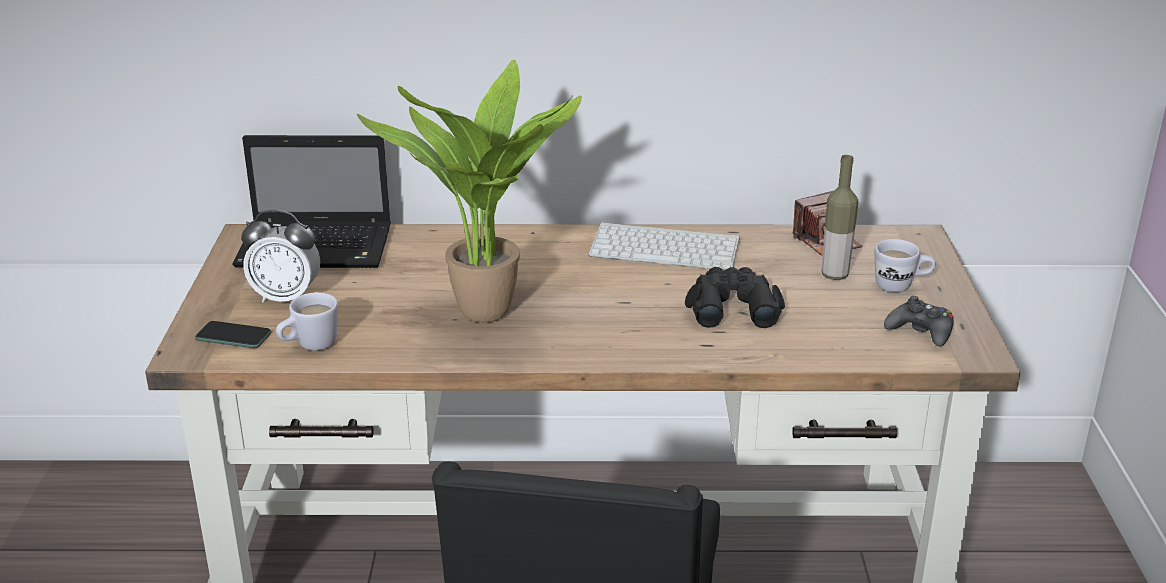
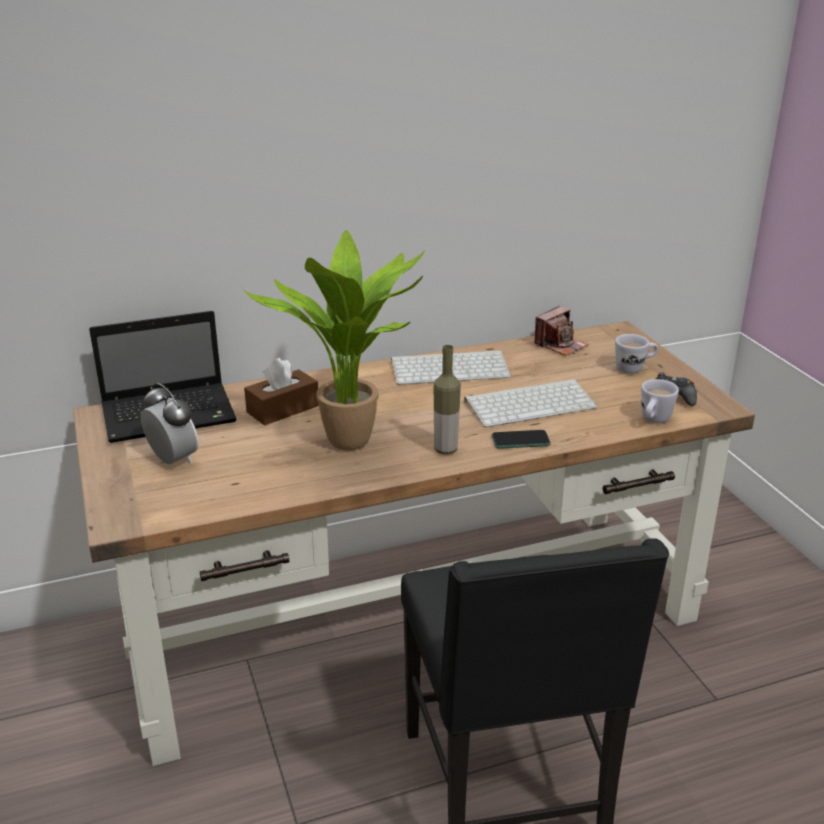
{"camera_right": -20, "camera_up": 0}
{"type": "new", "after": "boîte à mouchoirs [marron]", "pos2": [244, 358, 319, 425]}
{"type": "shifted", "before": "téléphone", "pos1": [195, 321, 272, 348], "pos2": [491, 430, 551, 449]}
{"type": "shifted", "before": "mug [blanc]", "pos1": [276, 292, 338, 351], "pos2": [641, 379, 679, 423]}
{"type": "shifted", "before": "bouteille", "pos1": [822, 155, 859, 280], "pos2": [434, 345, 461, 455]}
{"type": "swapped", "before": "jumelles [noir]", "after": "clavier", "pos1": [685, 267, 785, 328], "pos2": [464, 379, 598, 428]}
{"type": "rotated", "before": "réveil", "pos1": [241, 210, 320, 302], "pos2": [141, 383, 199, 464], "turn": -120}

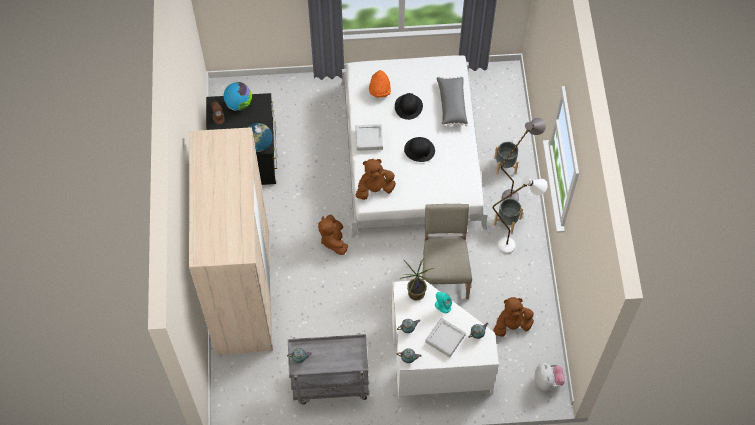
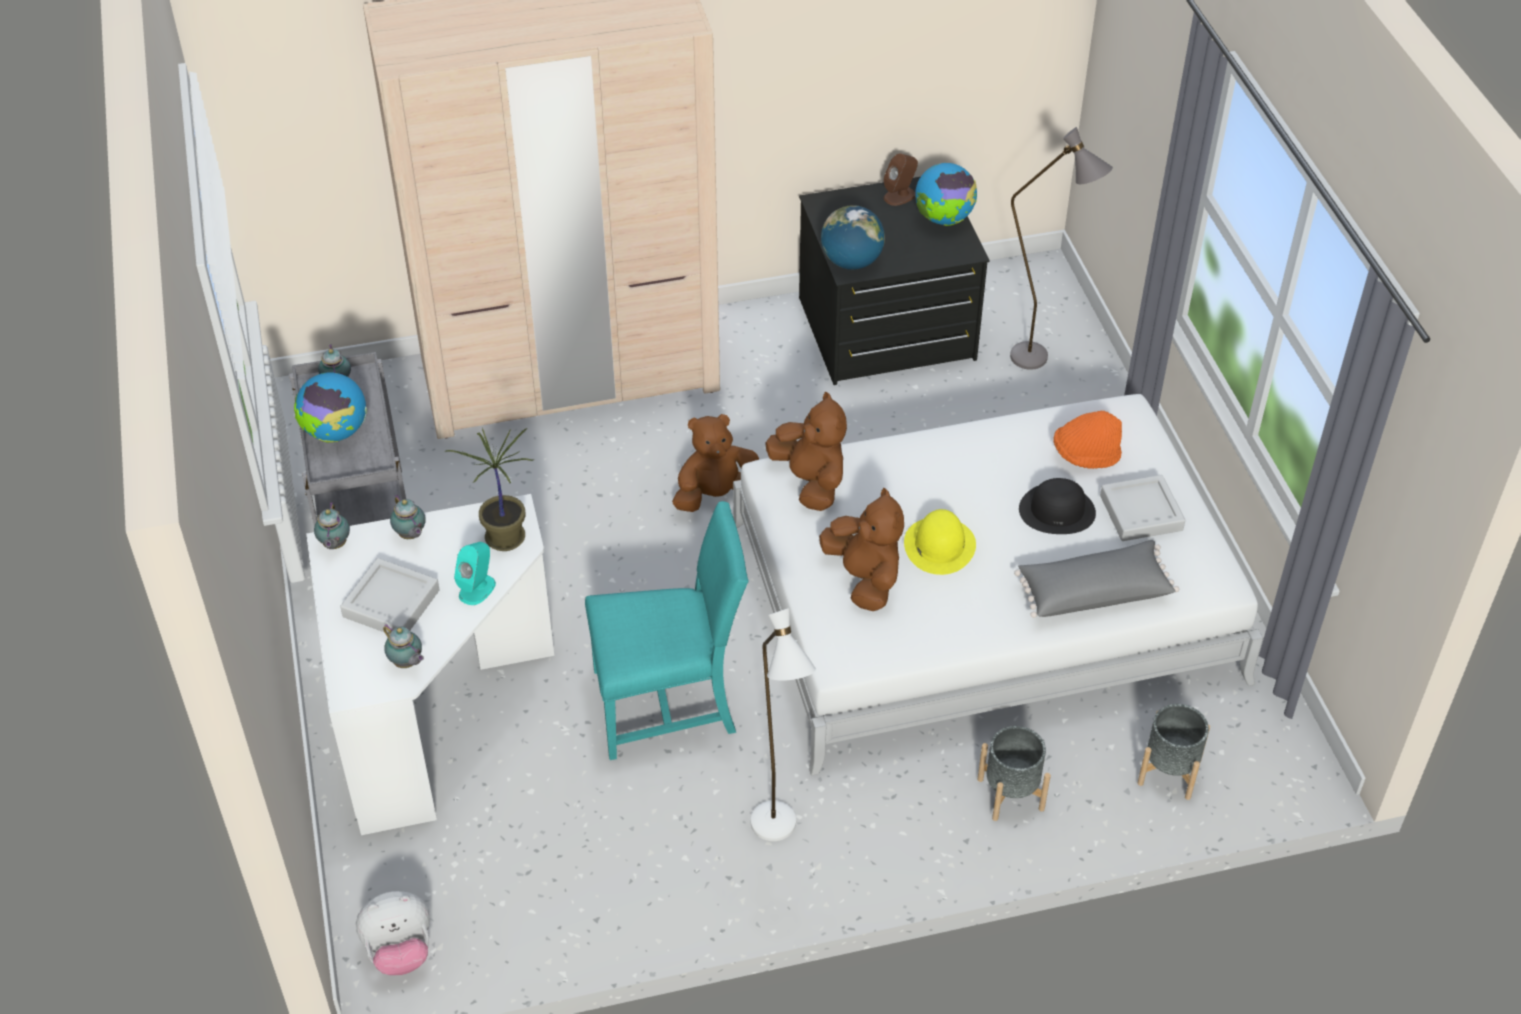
{"camera_right": 80, "camera_up": -15}
{"type": "new", "after": "globe", "pos2": [294, 372, 367, 442]}
{"type": "shifted", "before": "plateau [gris]", "pos1": [356, 124, 383, 151], "pos2": [1100, 475, 1185, 541]}
{"type": "shifted", "before": "peluche [marron]", "pos1": [493, 297, 534, 337], "pos2": [819, 488, 904, 611]}
{"type": "shifted", "before": "cache-pot [gris]", "pos1": [494, 198, 523, 234], "pos2": [1138, 704, 1210, 800]}
{"type": "shifted", "before": "lampadaire [gris]", "pos1": [501, 118, 546, 201], "pos2": [1010, 127, 1113, 370]}
{"type": "repainted", "before": "chapeau [noir]", "after": "chapeau [jaune]", "pos1": [404, 137, 435, 162], "pos2": [904, 509, 976, 575]}
{"type": "repainted", "before": "chaise [beige]", "after": "chaise [turquoise]", "pos1": [422, 204, 472, 299], "pos2": [585, 501, 749, 760]}

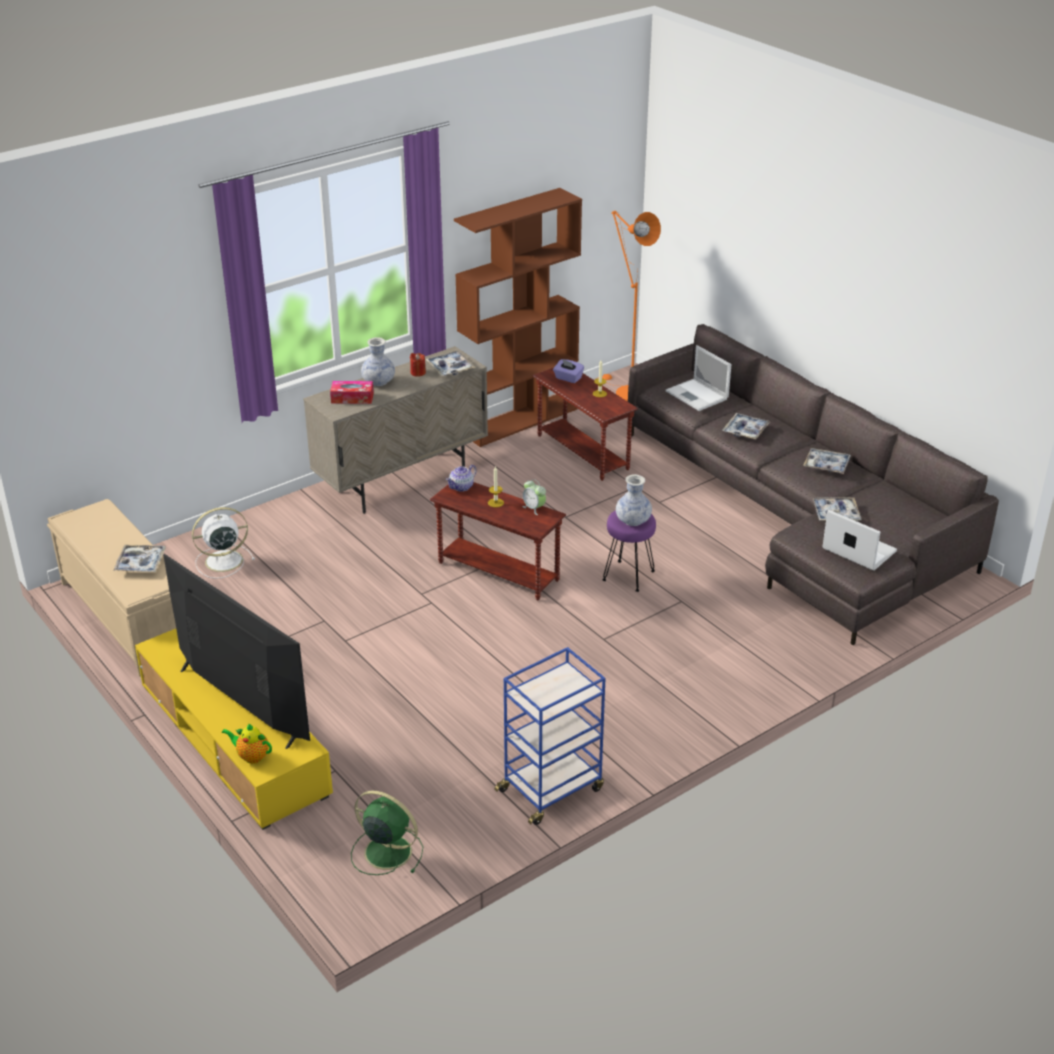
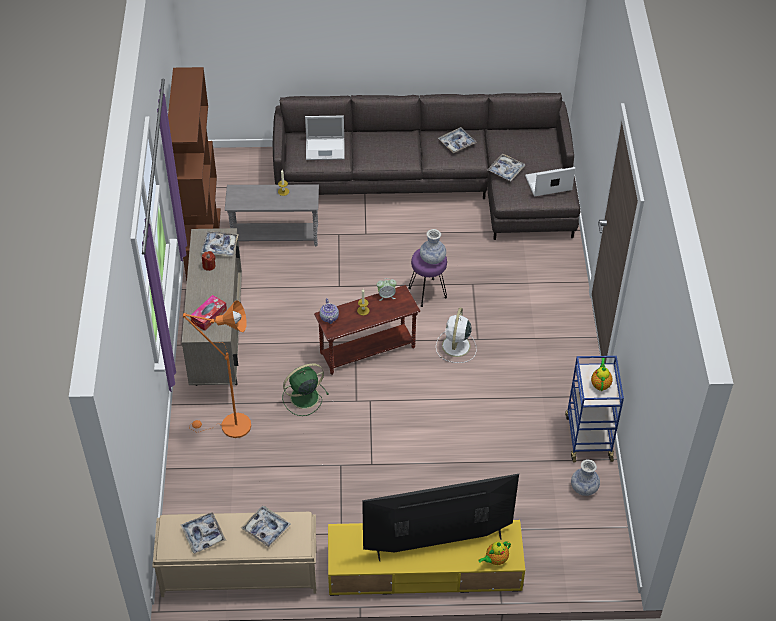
{"camera_right": -55, "camera_up": 15}
{"type": "gone", "before": "boîte à mouchoirs [violet]", "pos1": [553, 359, 584, 383]}
{"type": "new", "after": "théière", "pos2": [591, 358, 613, 391]}
{"type": "shifted", "before": "ventilateur [blanc]", "pos1": [192, 507, 255, 579], "pos2": [436, 307, 477, 363]}
{"type": "shifted", "before": "ventilateur [vert]", "pos1": [351, 791, 423, 875], "pos2": [282, 363, 329, 416]}
{"type": "shifted", "before": "vase", "pos1": [361, 337, 395, 386], "pos2": [571, 460, 600, 496]}
{"type": "shifted", "before": "lampadaire [orange]", "pos1": [598, 211, 661, 402], "pos2": [183, 300, 251, 438]}
{"type": "shifted", "before": "plateau", "pos1": [723, 413, 770, 439], "pos2": [181, 512, 226, 554]}
{"type": "repainted", "before": "table d'appoint [marron]", "after": "table d'appoint [gris]", "pos1": [533, 368, 638, 481], "pos2": [225, 185, 319, 246]}

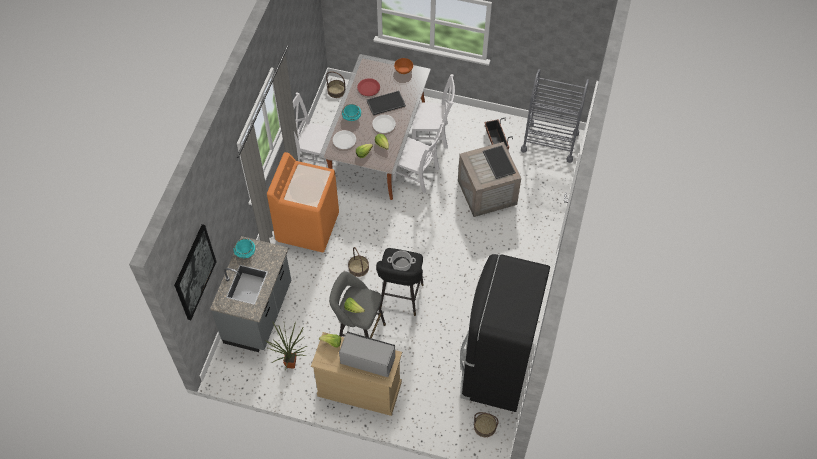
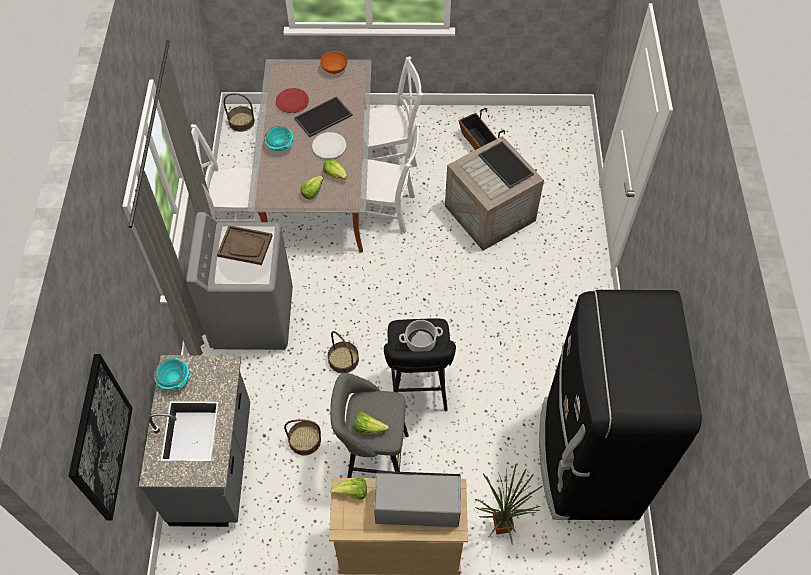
{"camera_right": -15, "camera_up": 0}
{"type": "gone", "before": "assiette [blanc]", "pos1": [333, 130, 356, 149]}
{"type": "gone", "before": "chariot [gris]", "pos1": [521, 69, 589, 163]}
{"type": "new", "after": "plateau [marron]", "pos2": [217, 225, 272, 265]}
{"type": "shifted", "before": "plante en pot", "pos1": [265, 321, 307, 371], "pos2": [475, 465, 543, 544]}
{"type": "shifted", "before": "panier", "pos1": [474, 412, 499, 437], "pos2": [284, 419, 321, 456]}
{"type": "repainted", "before": "lave-linge [orange]", "after": "lave-linge [gris]", "pos1": [267, 152, 339, 252], "pos2": [186, 212, 293, 350]}

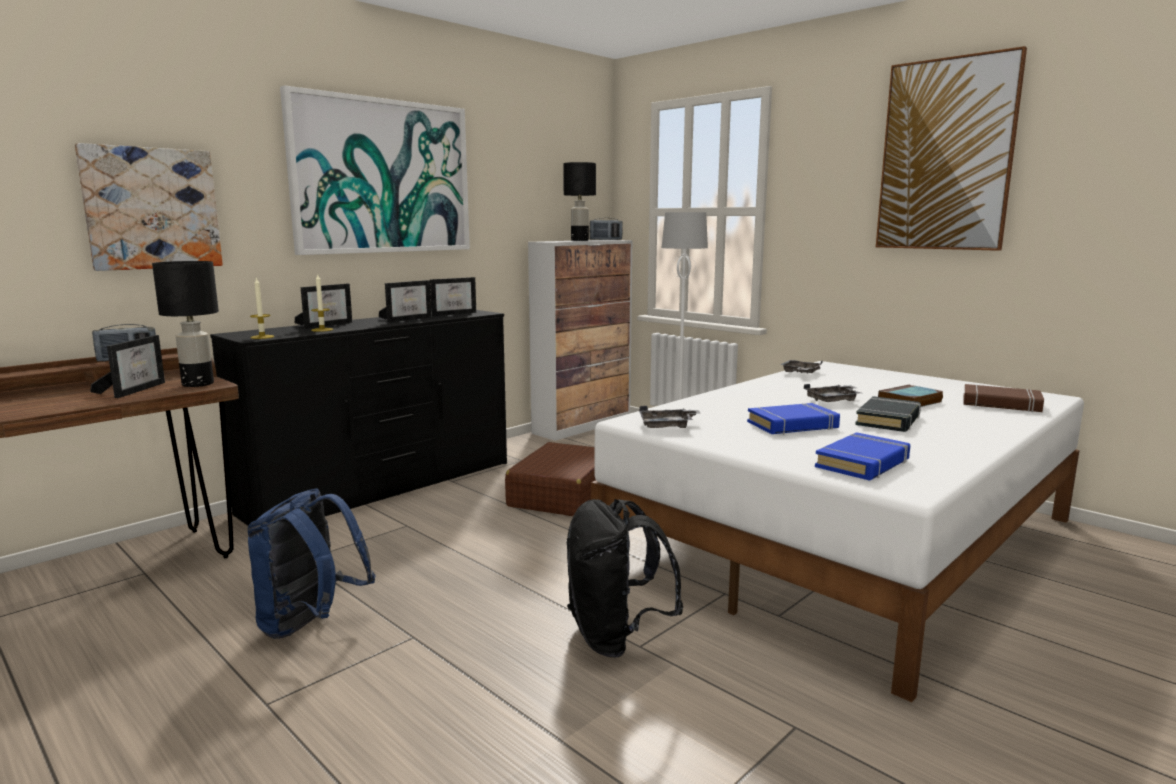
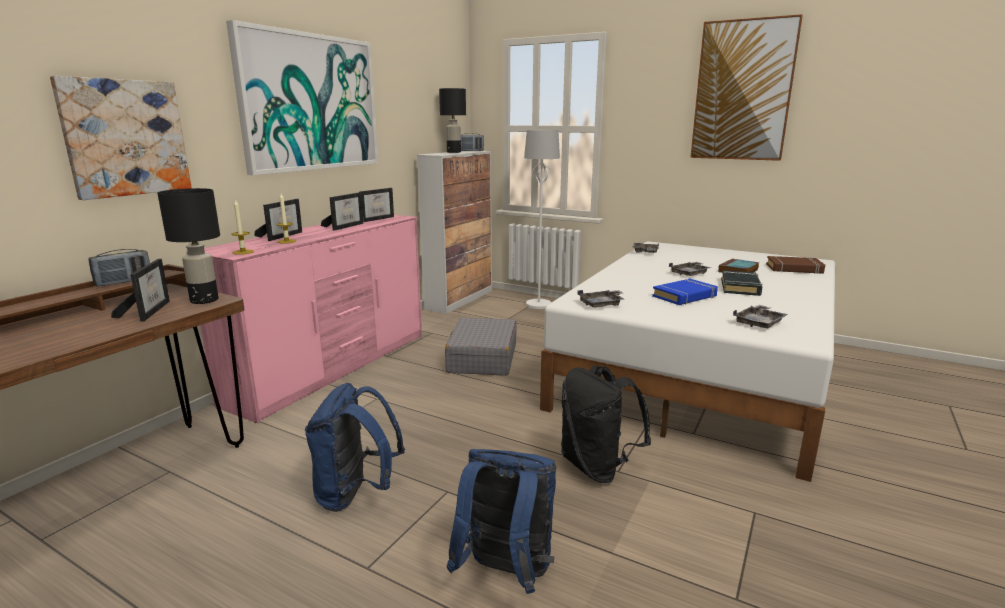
{"camera_right": -15, "camera_up": 5}
{"type": "new", "after": "sac à dos [bleu]", "pos2": [447, 449, 557, 594]}
{"type": "swapped", "before": "livre [bleu]", "after": "plateau [gris]", "pos1": [815, 432, 910, 480], "pos2": [733, 305, 788, 328]}
{"type": "repainted", "before": "commode [noir]", "after": "commode [rose]", "pos1": [210, 310, 507, 526], "pos2": [187, 215, 422, 423]}
{"type": "repainted", "before": "valise [marron]", "after": "valise [gris]", "pos1": [505, 442, 596, 516], "pos2": [445, 318, 516, 376]}

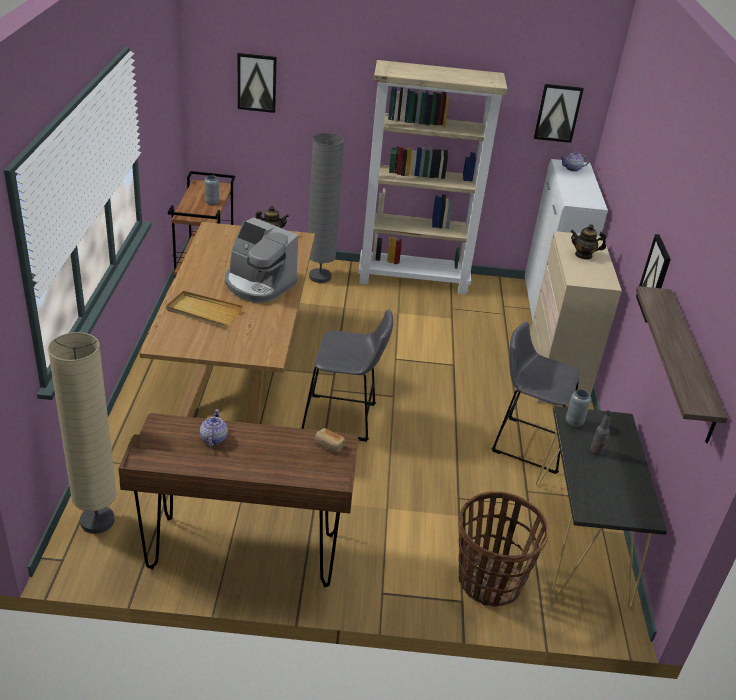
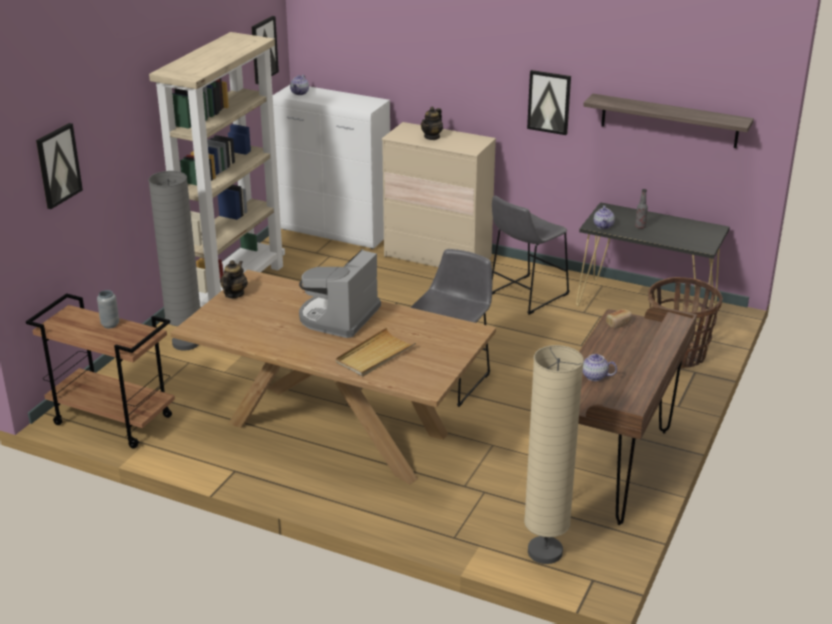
{"camera_right": -65, "camera_up": -5}
{"type": "swapped", "before": "vase [gris]", "after": "théière", "pos1": [566, 389, 591, 427], "pos2": [594, 205, 615, 229]}
{"type": "rotated", "before": "machine à café", "pos1": [225, 217, 298, 303], "pos2": [299, 249, 381, 338], "turn": 150}

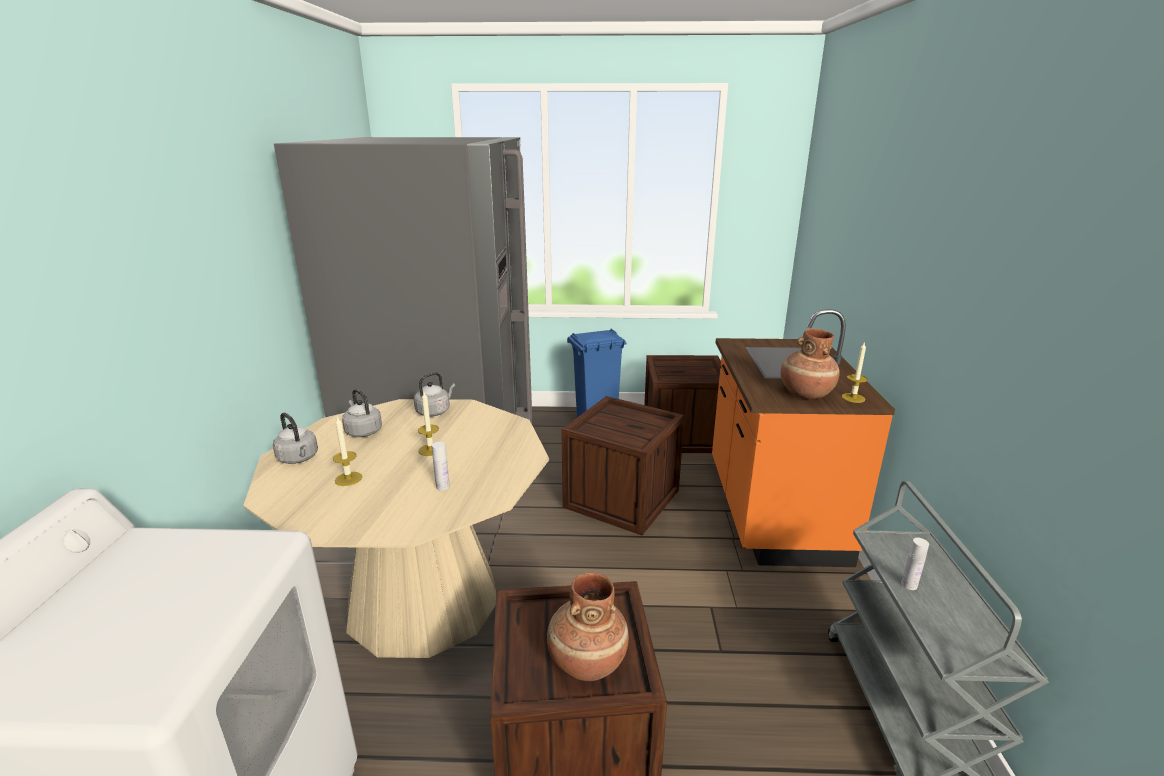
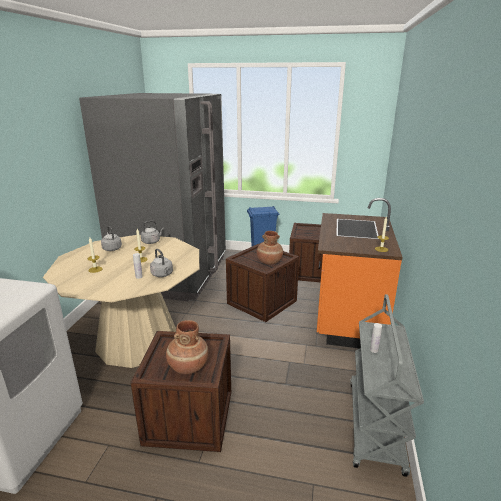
{"camera_right": 10, "camera_up": 0}
{"type": "shifted", "before": "bouilloire [gris]", "pos1": [273, 413, 318, 464], "pos2": [150, 249, 173, 277]}
{"type": "shifted", "before": "vase [marron]", "pos1": [781, 328, 840, 399], "pos2": [257, 231, 283, 265]}

